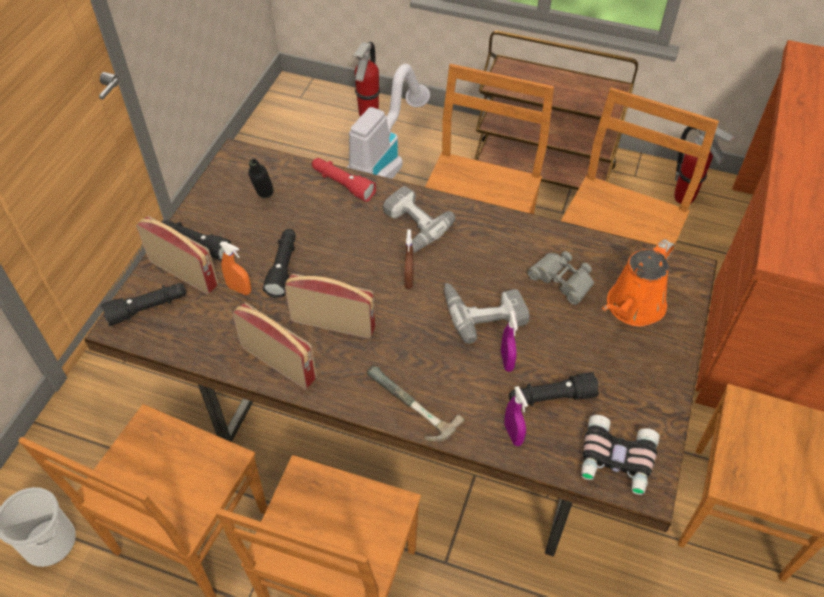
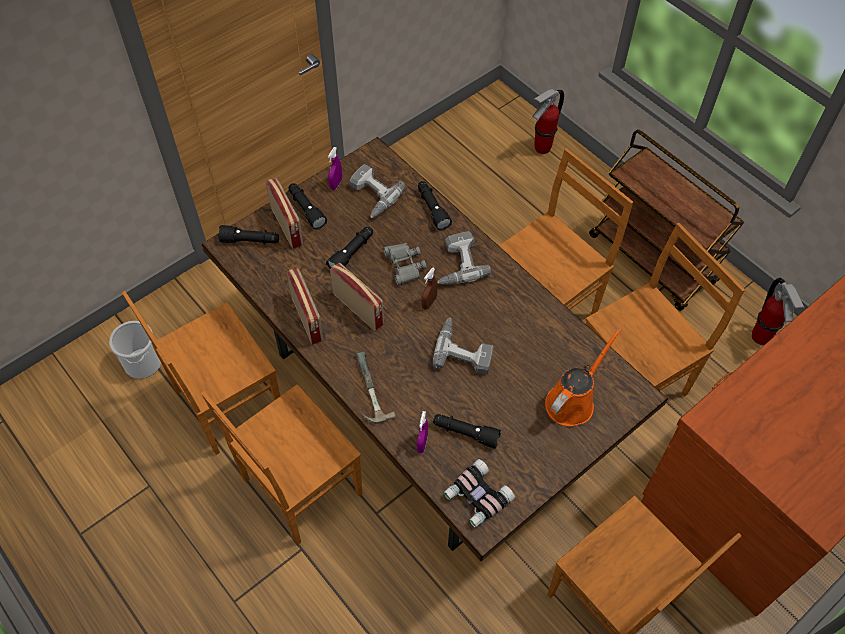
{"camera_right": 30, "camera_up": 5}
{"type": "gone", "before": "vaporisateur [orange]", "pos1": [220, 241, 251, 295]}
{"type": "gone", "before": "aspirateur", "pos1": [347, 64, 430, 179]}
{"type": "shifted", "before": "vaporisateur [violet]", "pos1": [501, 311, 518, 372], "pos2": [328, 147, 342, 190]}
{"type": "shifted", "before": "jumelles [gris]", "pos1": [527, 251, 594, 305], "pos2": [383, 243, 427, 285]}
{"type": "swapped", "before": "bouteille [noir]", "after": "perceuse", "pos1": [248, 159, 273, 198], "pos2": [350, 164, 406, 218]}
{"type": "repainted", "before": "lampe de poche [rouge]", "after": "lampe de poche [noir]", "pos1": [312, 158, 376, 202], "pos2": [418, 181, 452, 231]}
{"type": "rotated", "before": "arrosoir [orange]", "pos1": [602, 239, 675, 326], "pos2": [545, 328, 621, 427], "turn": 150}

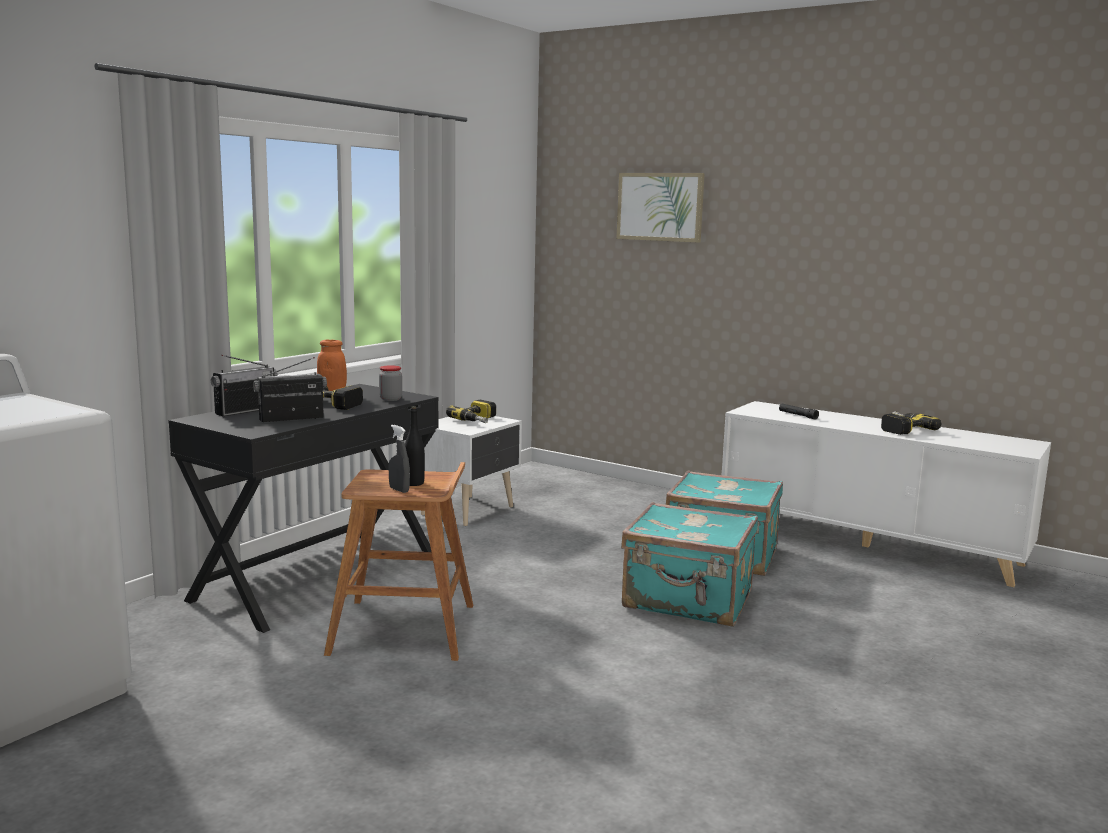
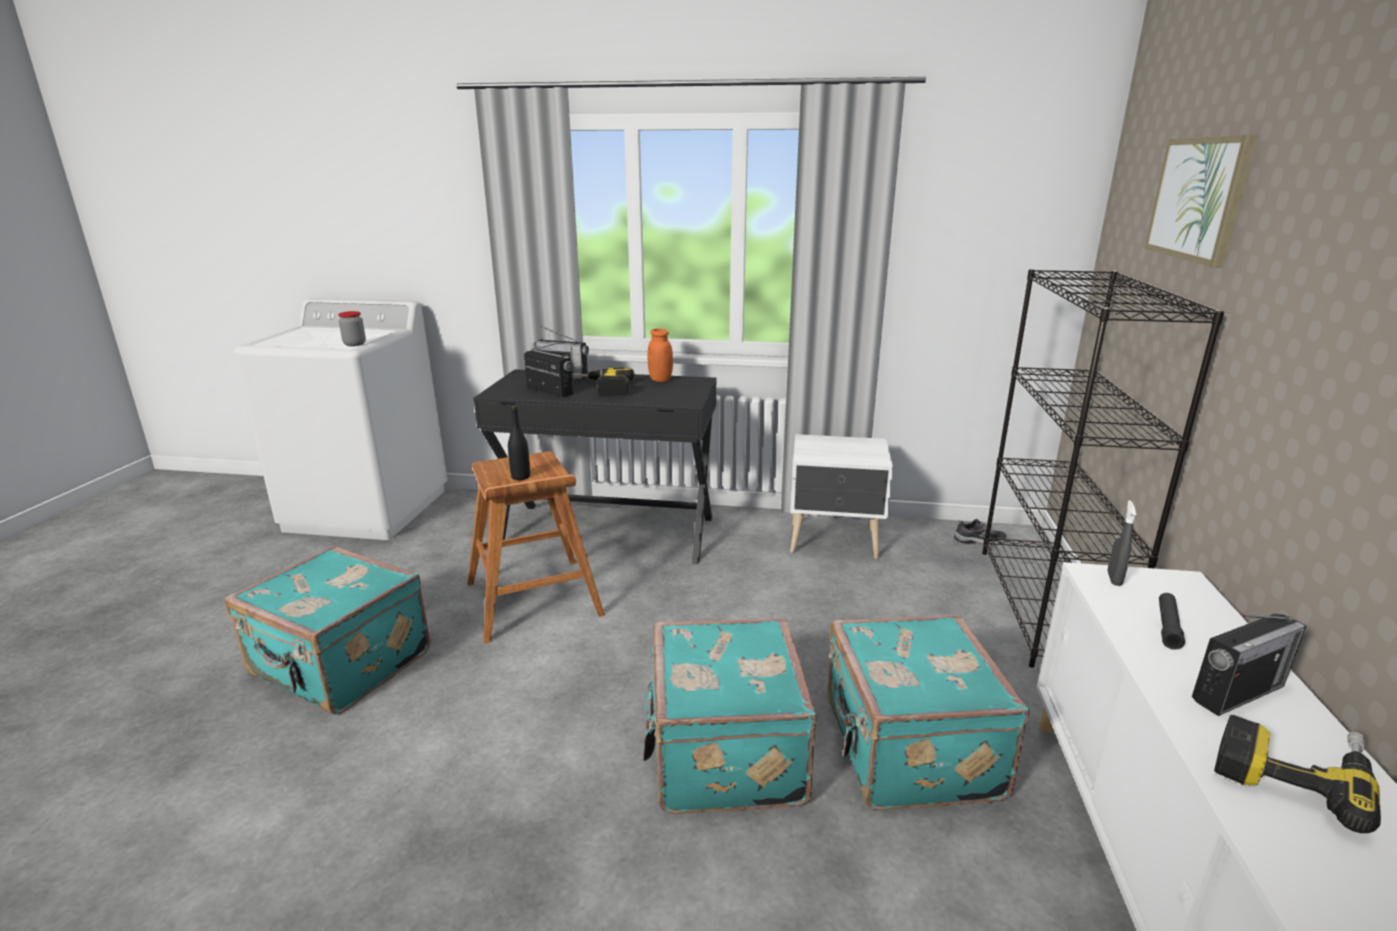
{"camera_right": 65, "camera_up": 10}
{"type": "gone", "before": "perceuse", "pos1": [446, 400, 496, 423]}
{"type": "new", "after": "valise [turquoise]", "pos2": [225, 546, 431, 715]}
{"type": "new", "after": "chaussure", "pos2": [954, 519, 1006, 545]}
{"type": "new", "after": "bibliothèque [noir]", "pos2": [982, 269, 1224, 668]}
{"type": "new", "after": "radio", "pos2": [1192, 614, 1307, 716]}
{"type": "shifted", "before": "bocal", "pos1": [379, 365, 402, 401], "pos2": [338, 311, 366, 346]}
{"type": "shifted", "before": "vaporisateur [gris]", "pos1": [388, 425, 410, 493], "pos2": [1108, 500, 1136, 586]}

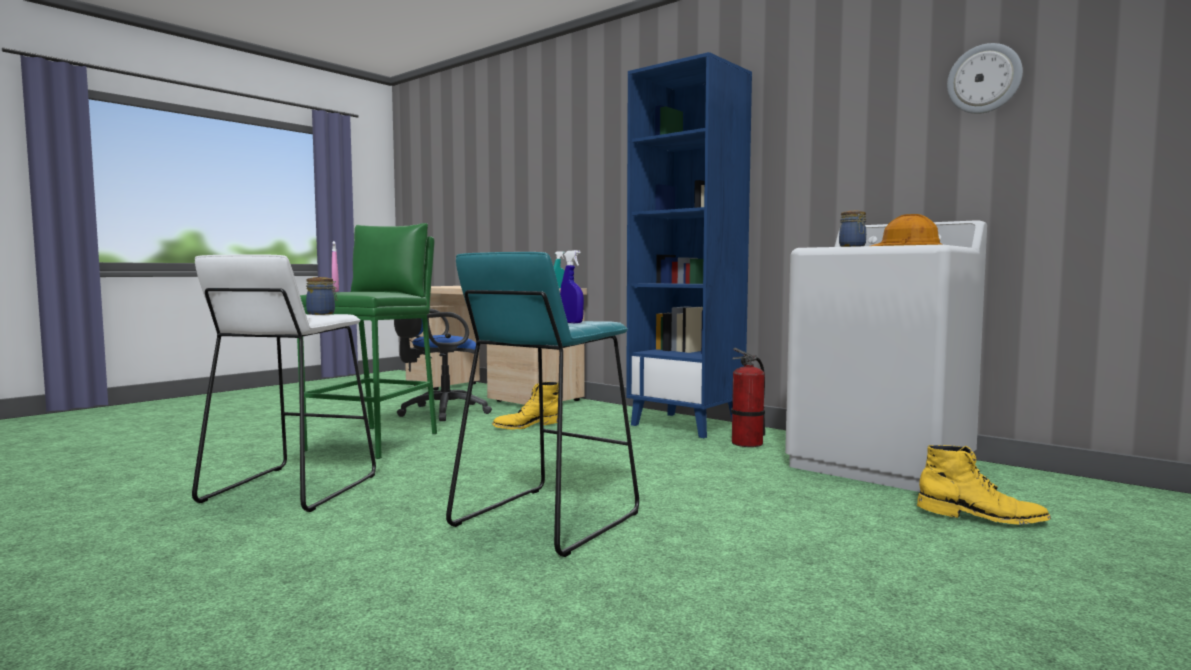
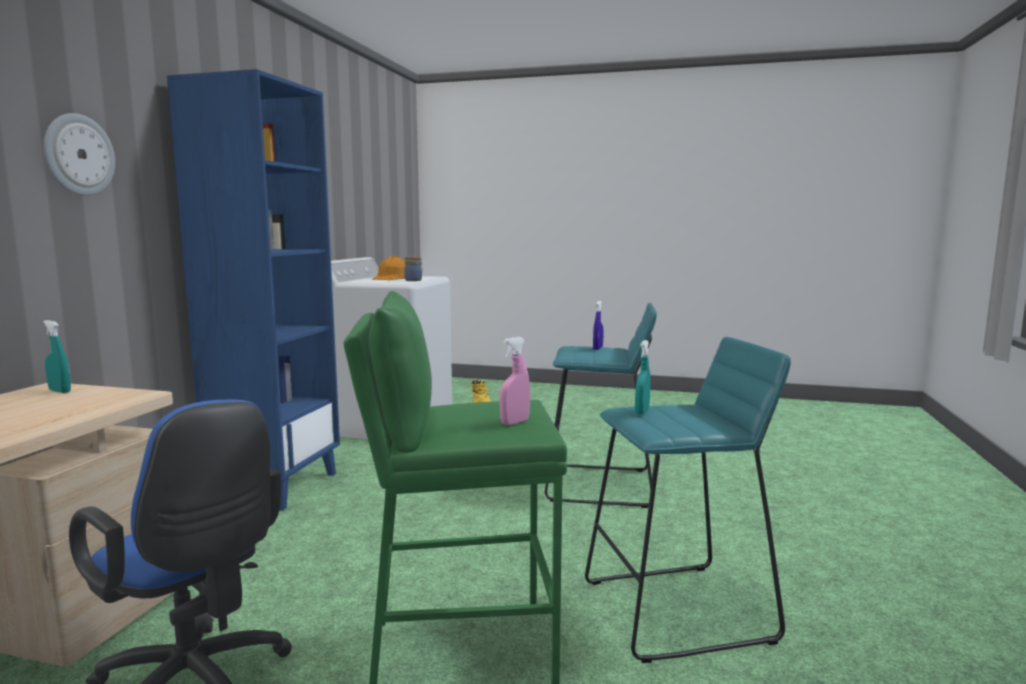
{"camera_right": -115, "camera_up": 5}
{"type": "gone", "before": "botte [jaune]", "pos1": [492, 382, 559, 430]}
{"type": "gone", "before": "extincteur", "pos1": [731, 348, 765, 447]}
{"type": "shifted", "before": "horloge murale", "pos1": [947, 43, 1023, 114], "pos2": [44, 113, 115, 196]}
{"type": "swapped", "before": "bocal", "after": "vaporisateur [turquoise]", "pos1": [306, 277, 337, 315], "pos2": [635, 340, 650, 414]}
{"type": "repainted", "before": "tabouret [blanc]", "after": "tabouret [turquoise]", "pos1": [192, 254, 376, 512], "pos2": [585, 337, 791, 663]}

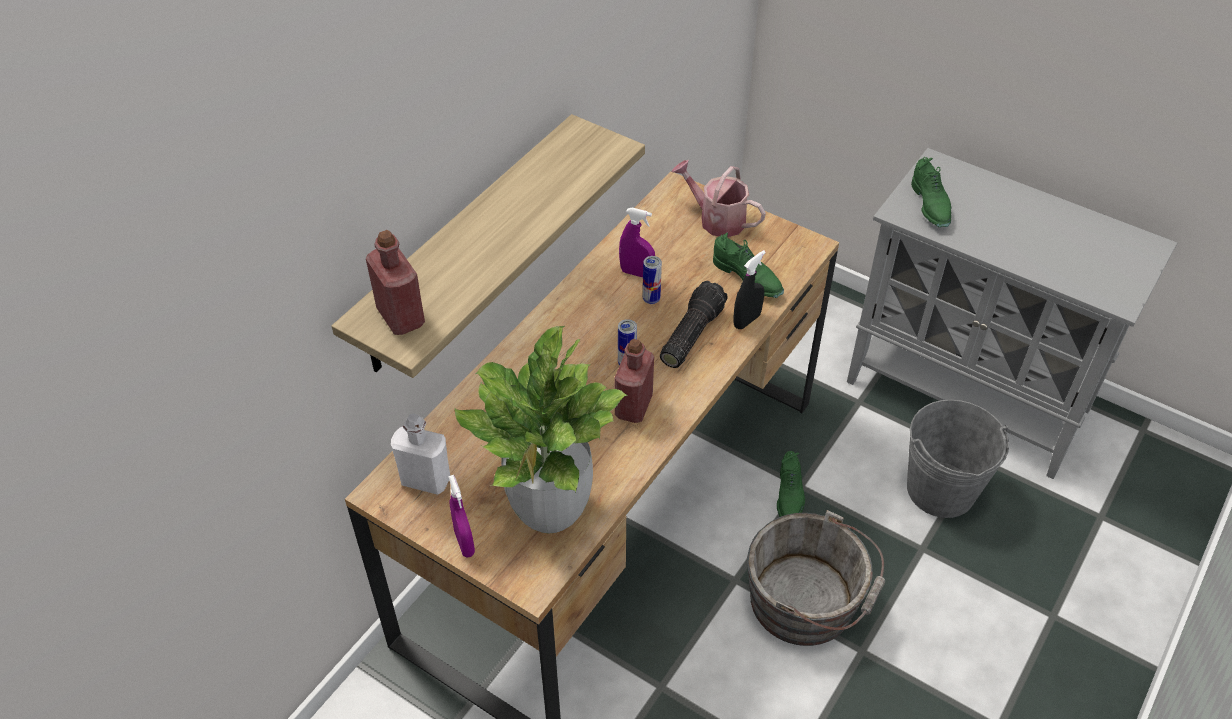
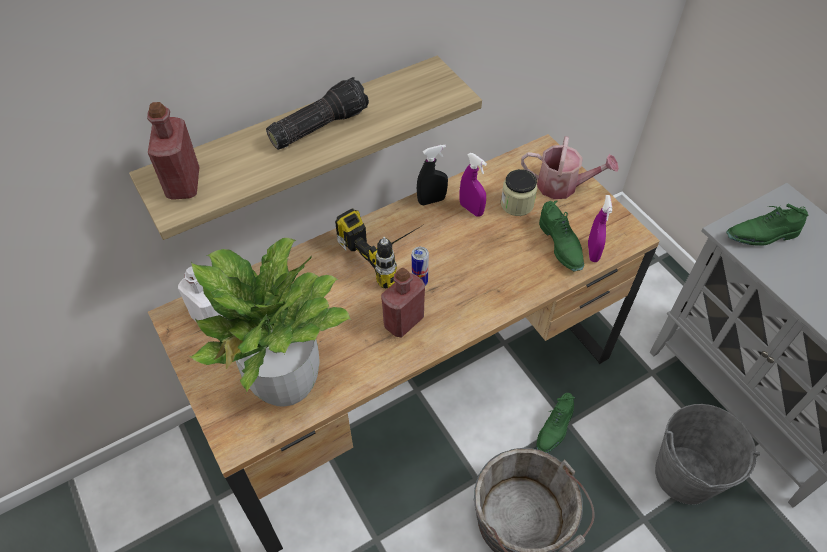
{"camera_right": 25, "camera_up": 5}
{"type": "gone", "before": "boîte métallique", "pos1": [643, 256, 662, 304]}
{"type": "new", "after": "perceuse", "pos2": [335, 208, 423, 288]}
{"type": "new", "after": "bocal", "pos2": [501, 169, 537, 216]}
{"type": "shifted", "before": "vaporisateur [violet]", "pos1": [448, 475, 475, 558], "pos2": [588, 195, 612, 262]}
{"type": "shifted", "before": "lampe de poche", "pos1": [660, 281, 728, 368], "pos2": [266, 77, 369, 150]}
{"type": "shifted", "before": "vaporisateur [noir]", "pos1": [733, 250, 766, 329], "pos2": [417, 145, 448, 205]}
{"type": "rotated", "before": "arrosoir", "pos1": [671, 160, 766, 237], "pos2": [521, 136, 619, 199], "turn": 135}
{"type": "rotated", "before": "chaussure [vert]", "pos1": [911, 157, 951, 227], "pos2": [726, 204, 809, 246], "turn": 60}

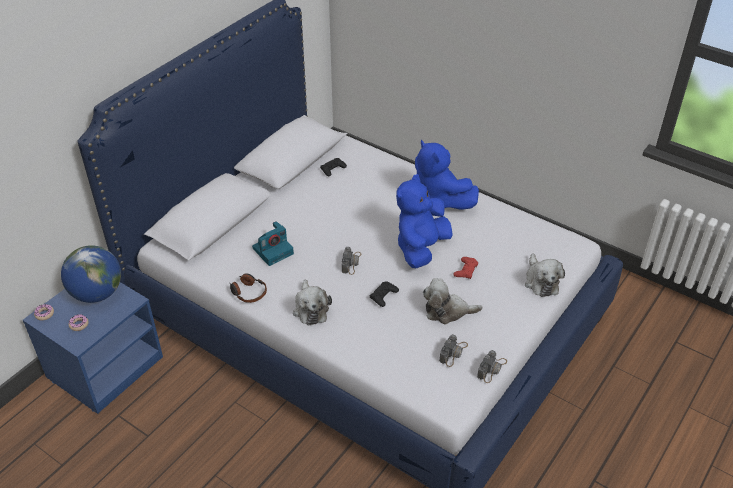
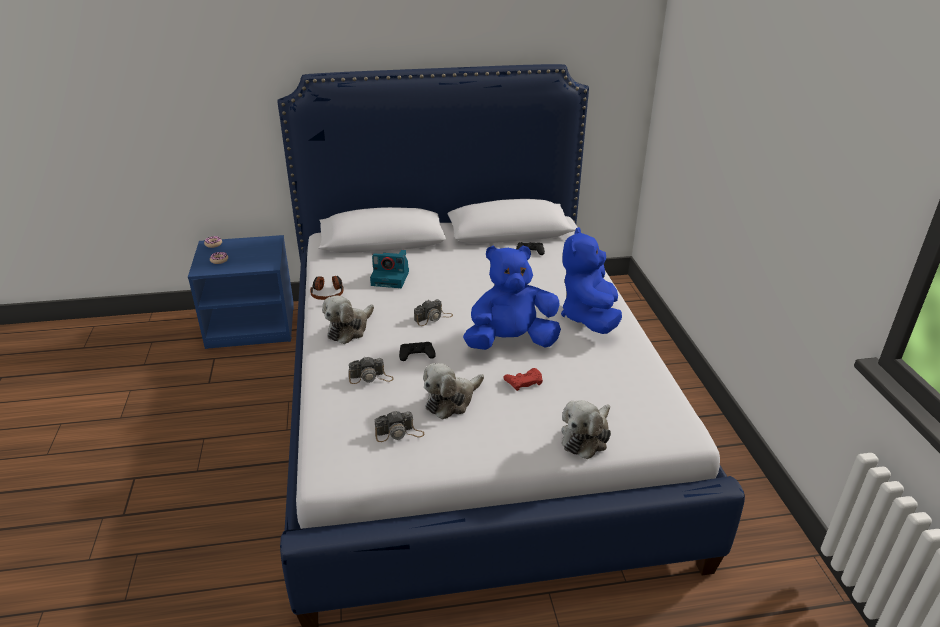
{"camera_right": 45, "camera_up": -10}
{"type": "gone", "before": "globe", "pos1": [61, 245, 121, 303]}
{"type": "shifted", "before": "appareil photo", "pos1": [477, 350, 507, 383], "pos2": [349, 356, 394, 384]}
{"type": "rotated", "before": "peluche", "pos1": [423, 278, 483, 324], "pos2": [423, 363, 484, 419], "turn": -90}

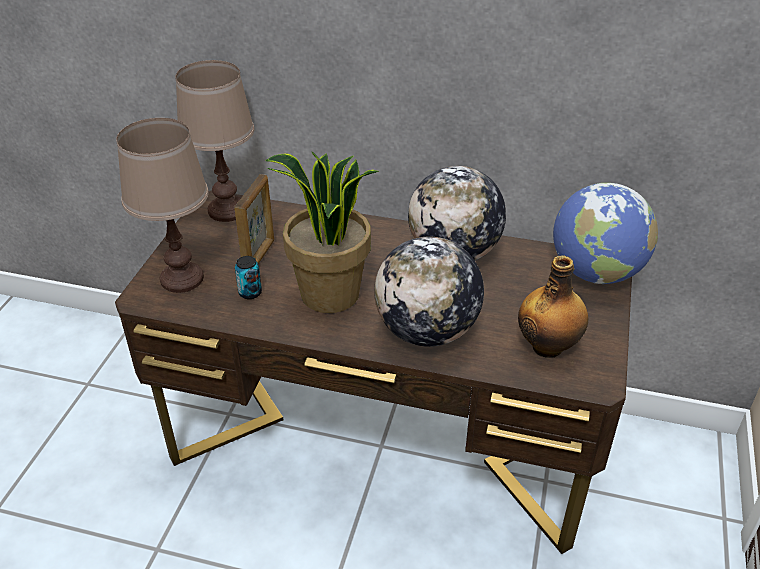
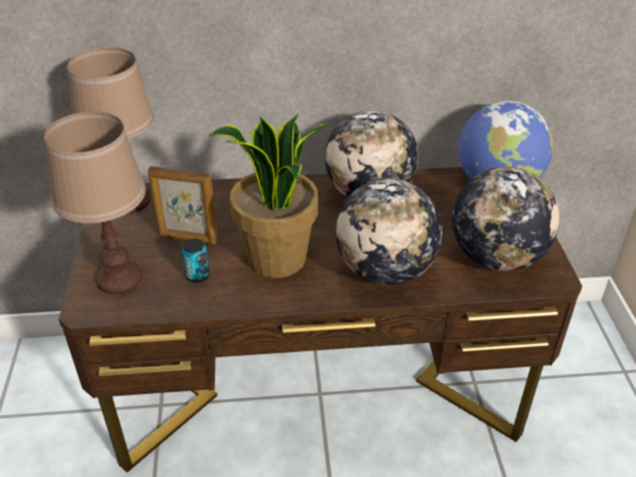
{"camera_right": -20, "camera_up": 0}
{"type": "swapped", "before": "bouteille", "after": "globe", "pos1": [518, 256, 588, 358], "pos2": [452, 167, 559, 271]}
{"type": "rotated", "before": "cadre photo", "pos1": [234, 174, 274, 264], "pos2": [148, 166, 218, 244], "turn": 105}

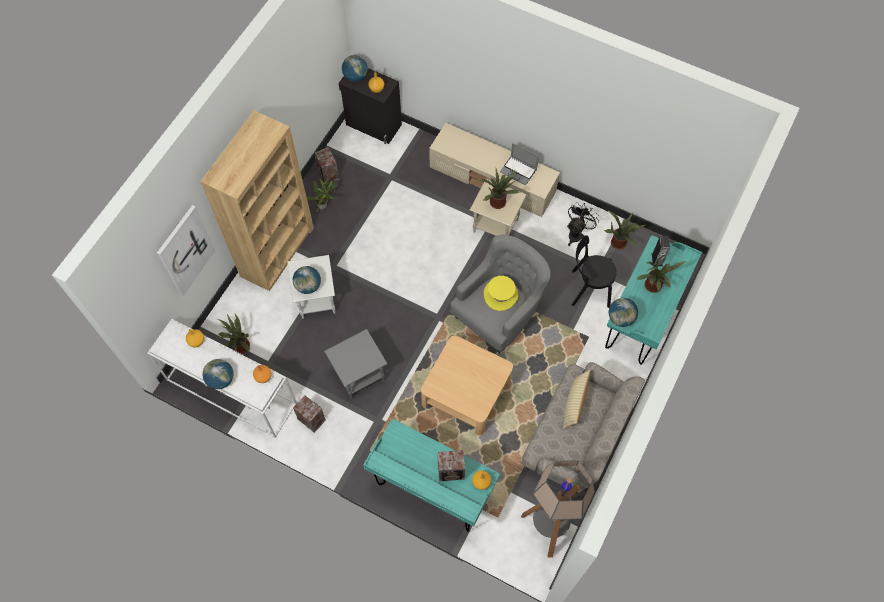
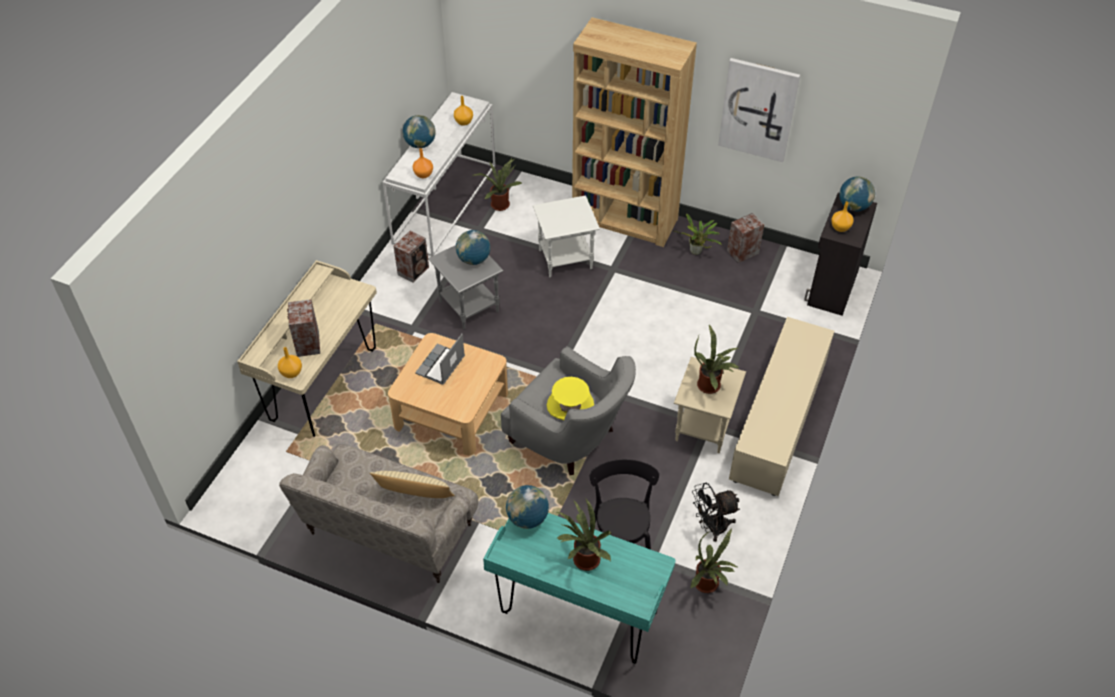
{"camera_right": 85, "camera_up": -15}
{"type": "gone", "before": "lampadaire", "pos1": [521, 460, 595, 557]}
{"type": "gone", "before": "enceinte", "pos1": [652, 236, 670, 266]}
{"type": "shifted", "before": "tableau", "pos1": [157, 205, 215, 296], "pos2": [718, 58, 800, 162]}
{"type": "shifted", "before": "globe", "pos1": [293, 266, 321, 294], "pos2": [456, 230, 490, 265]}
{"type": "shifted", "before": "ordinateur portable", "pos1": [500, 143, 539, 186], "pos2": [415, 334, 465, 385]}
{"type": "repainted", "before": "bureau [turquoise]", "after": "bureau [beige]", "pos1": [363, 419, 499, 532], "pos2": [237, 260, 377, 437]}
{"type": "rotated", "before": "ventilateur [noir]", "pos1": [567, 202, 598, 246], "pos2": [692, 483, 740, 542], "turn": 135}

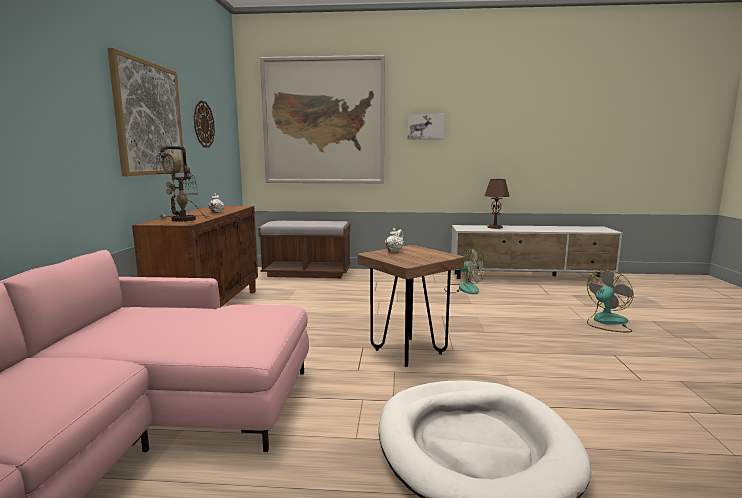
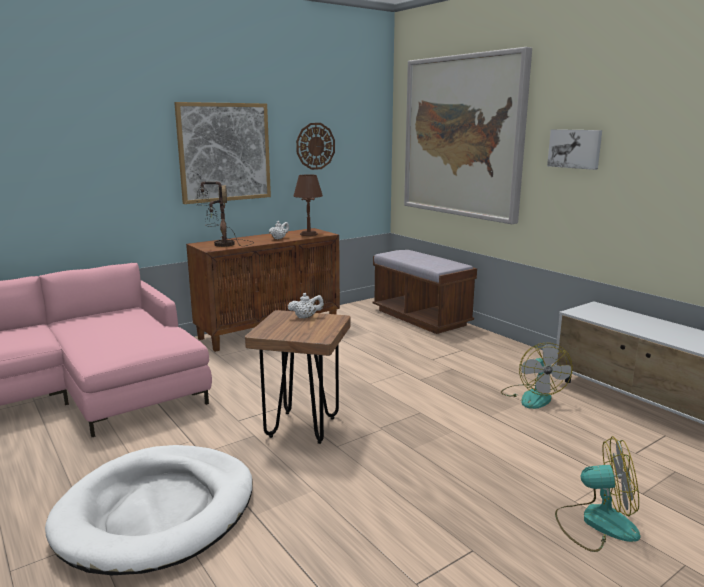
{"camera_right": 50, "camera_up": 5}
{"type": "shifted", "before": "lampe de table [marron]", "pos1": [484, 179, 509, 229], "pos2": [294, 174, 323, 236]}

